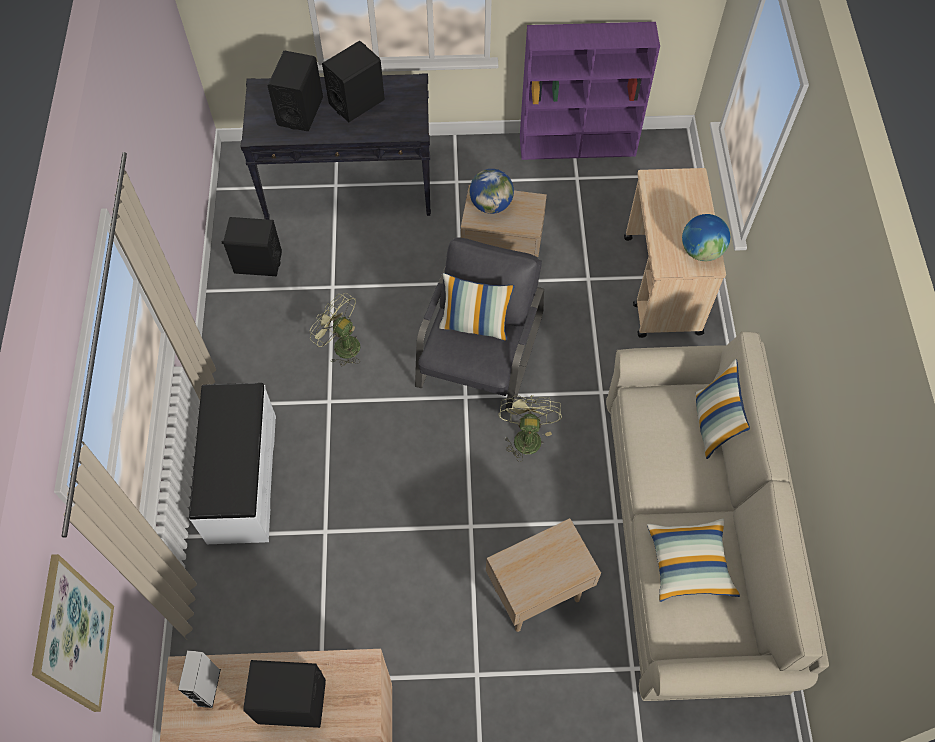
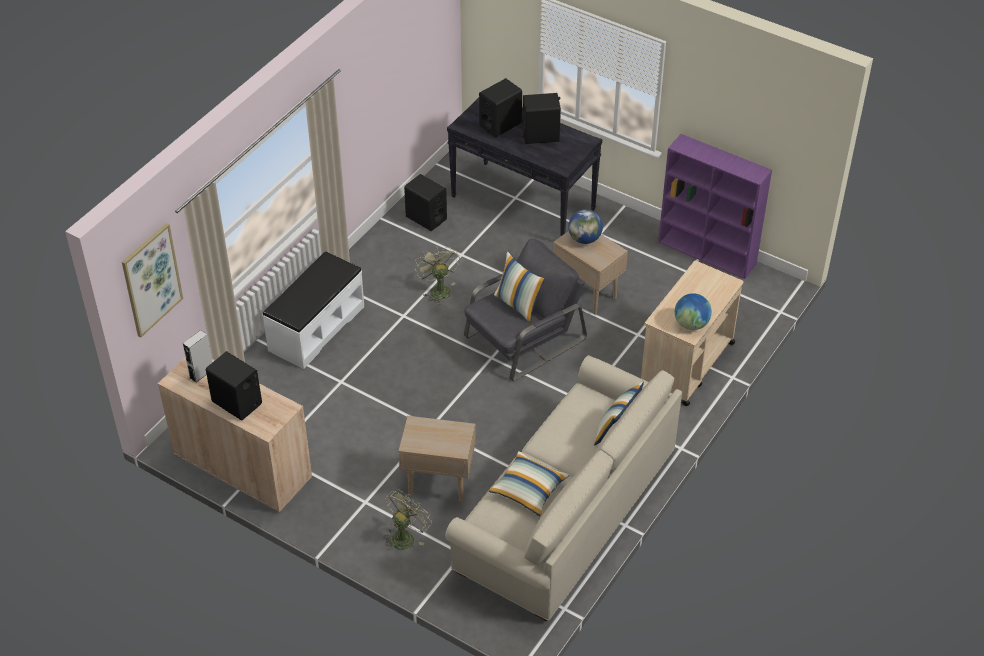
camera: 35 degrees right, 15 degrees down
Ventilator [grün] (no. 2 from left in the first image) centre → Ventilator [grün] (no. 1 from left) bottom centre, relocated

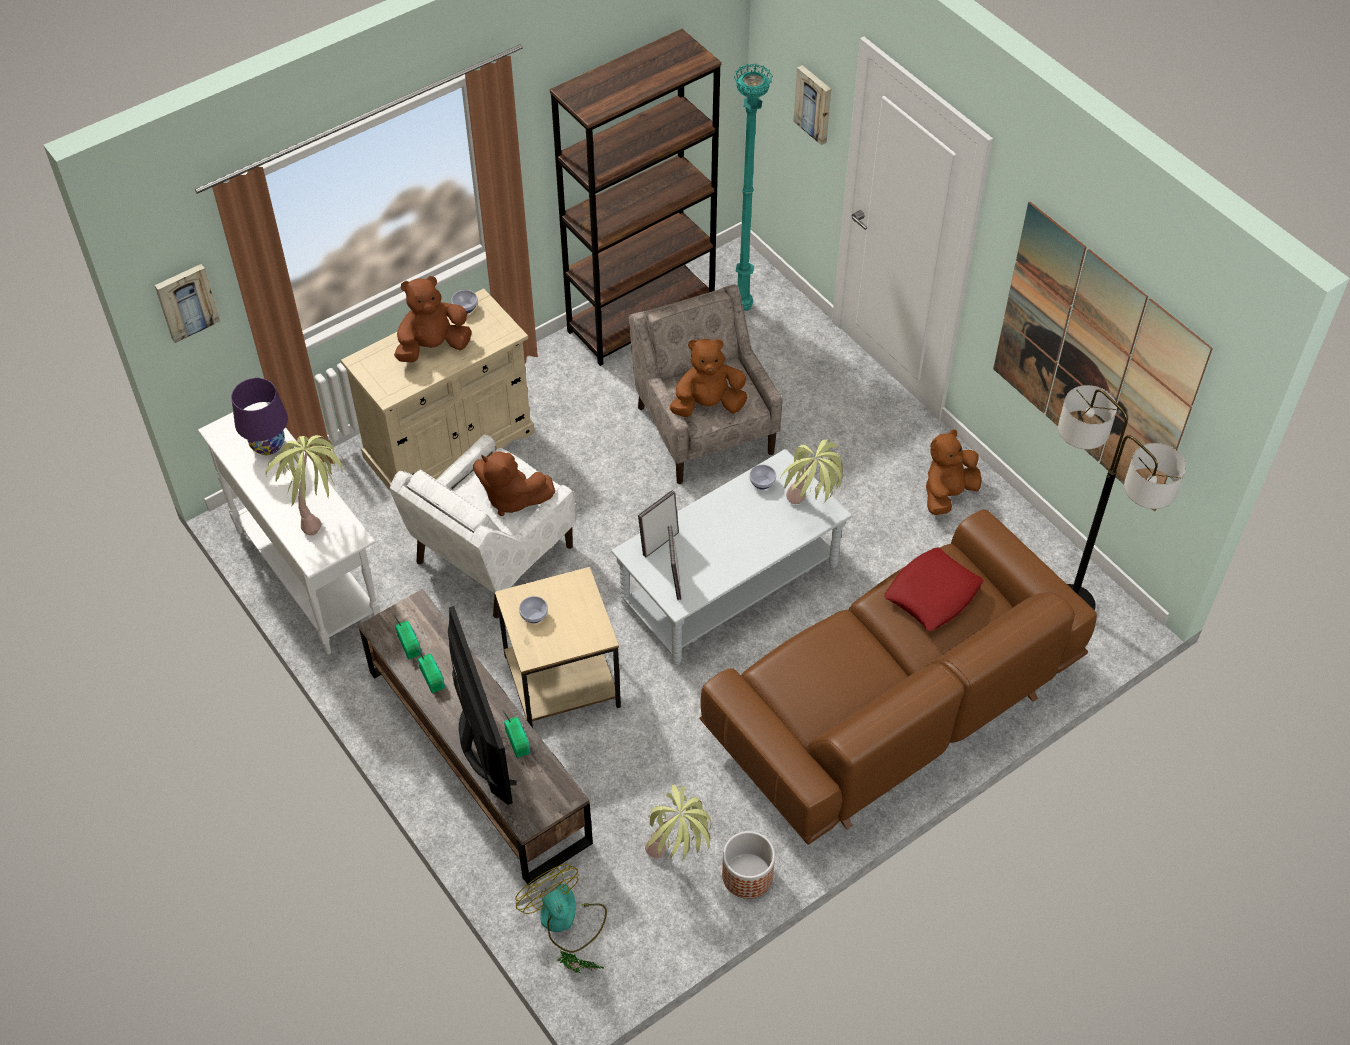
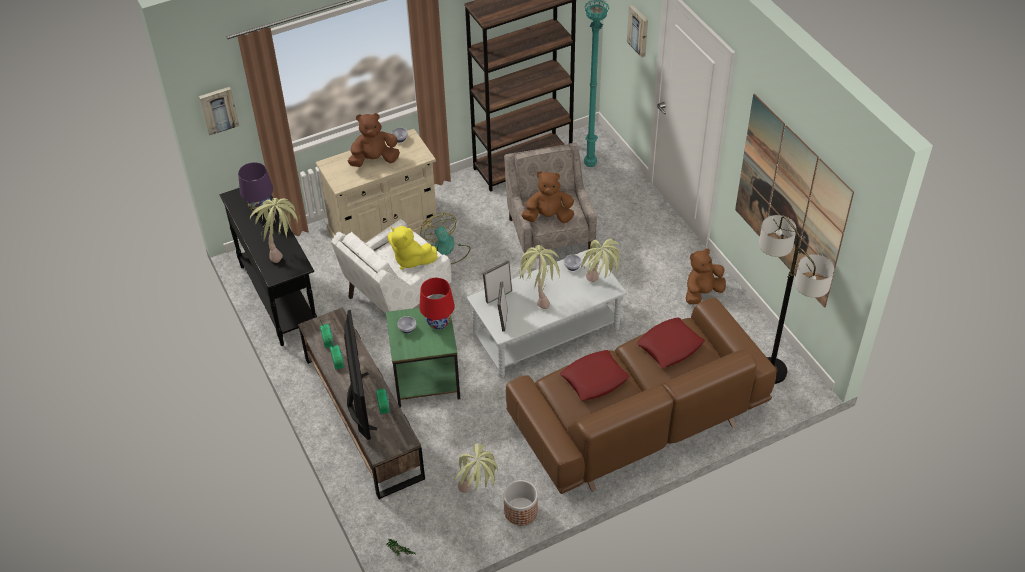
camera: 10 degrees right, 5 degrees down
- → Tischlampe [rot] centre
- → Topfpflanze (no. 4 from left) centre
- → Kissen [rot] (no. 1 from left) centre
Ventilator bottom centre → Ventilator centre, relocated
Konsolentisch [weiß] middle left → Konsolentisch [schwarz] middle left
Plüschtier [braun] (no. 2 from left) centre → Plüschtier [gelb] centre
Beistelltisch [beige] centre → Beistelltisch [grün] centre

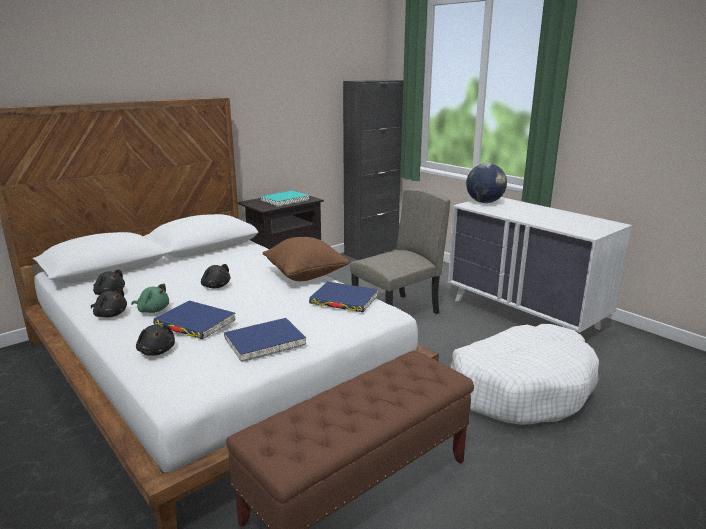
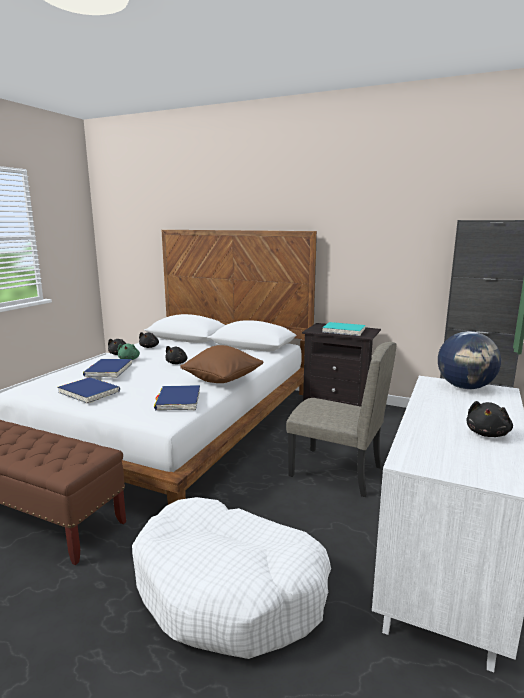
camera: 65 degrees right, 5 degrees down
Plüschtier [schwarz] (no. 3 from left in the first image) middle left → Plüschtier [schwarz] (no. 4 from left) middle right, relocated

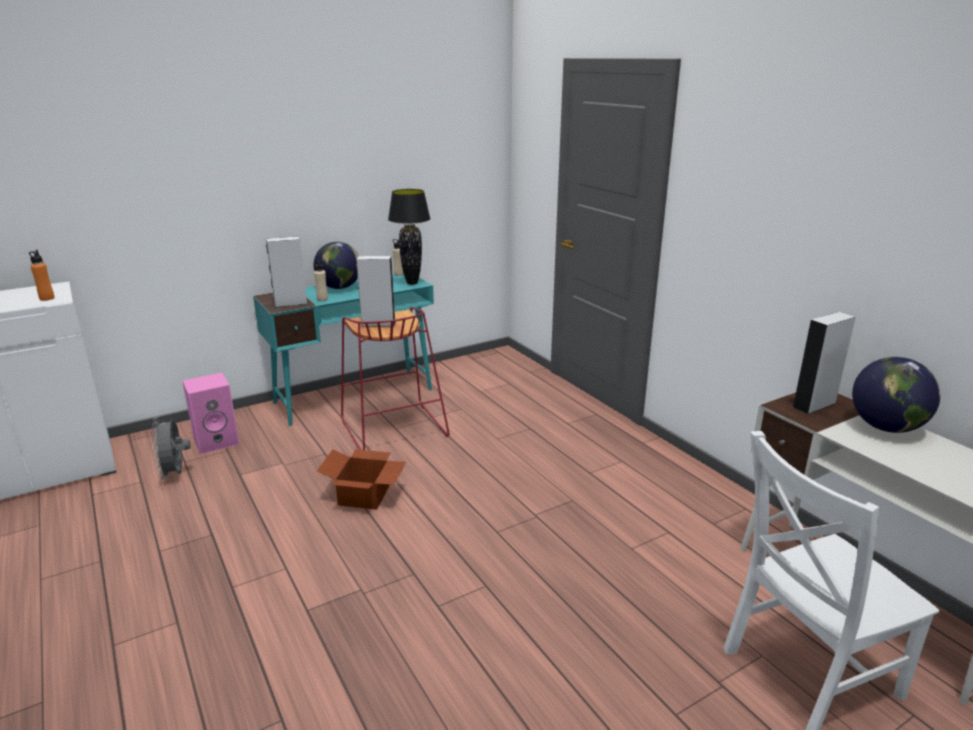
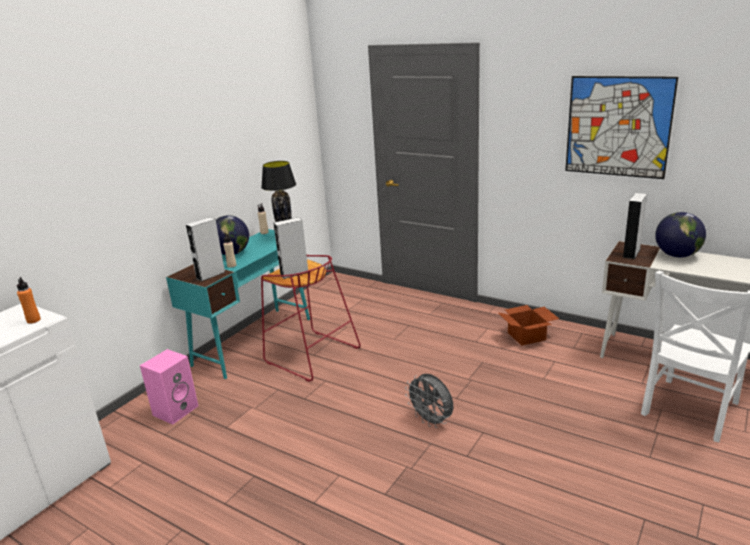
camera: 25 degrees left, 0 degrees up
- → Bild top right
Ventilator [grau] middle left → Ventilator [grau] bottom centre, relocated
Karton centre → Karton middle right, relocated

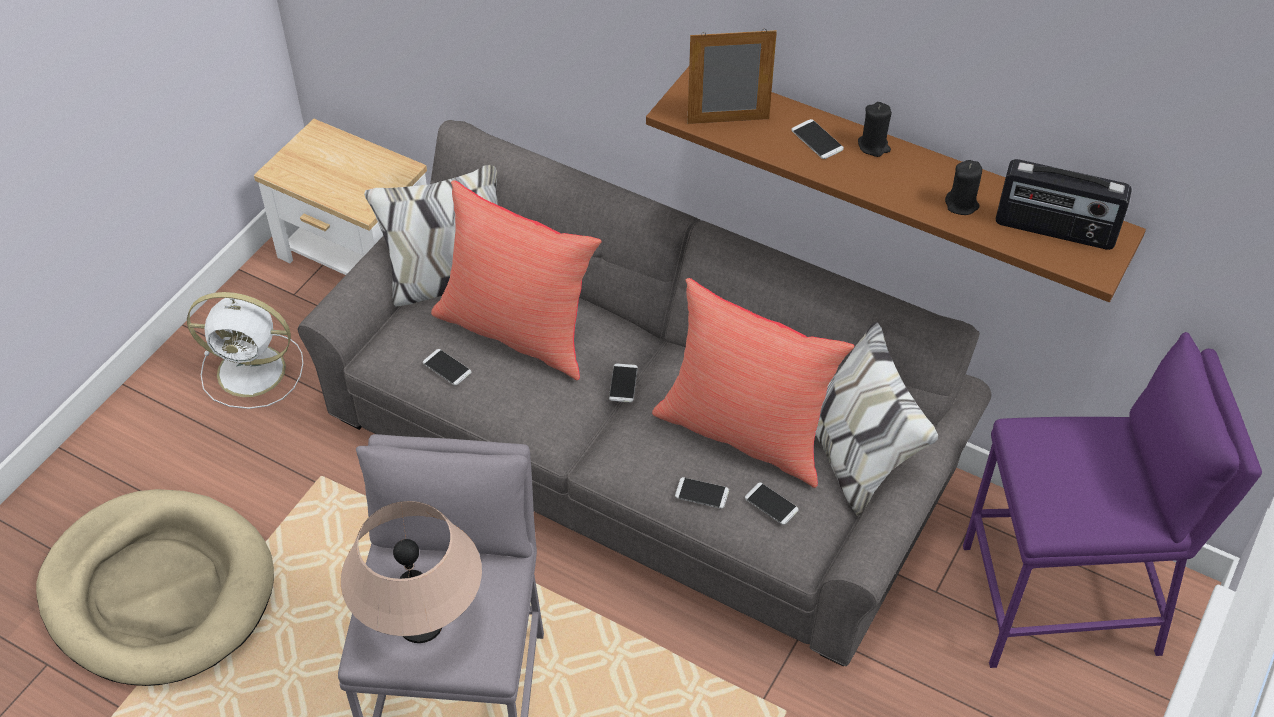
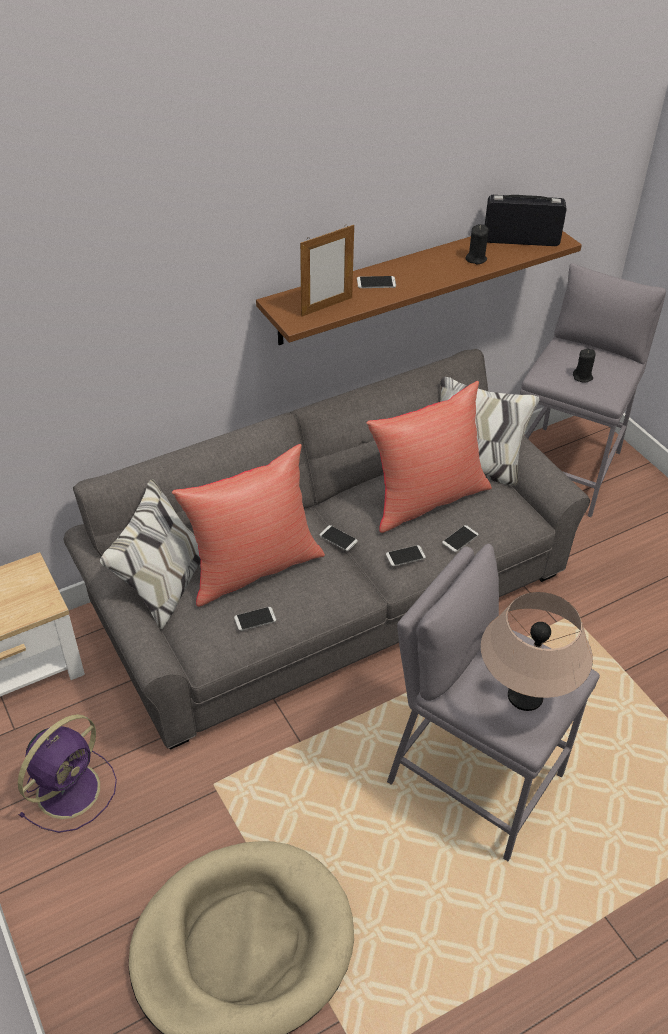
camera: 60 degrees left, 5 degrees down
Handy (no. 4 from left) bottom centre → Handy (no. 4 from left) centre, relocated
Kerze [schwarz] (no. 1 from left in the first image) top right → Kerze [schwarz] (no. 2 from left) middle right, relocated
Ventilator [weiß] middle left → Ventilator [lila] bottom left
Hocker [lila] bottom right → Hocker [grau] (no. 2 from left) middle right
Bilderrahmen top centre, 150 degrees counterclockwise
Radio top right, 135 degrees counterclockwise

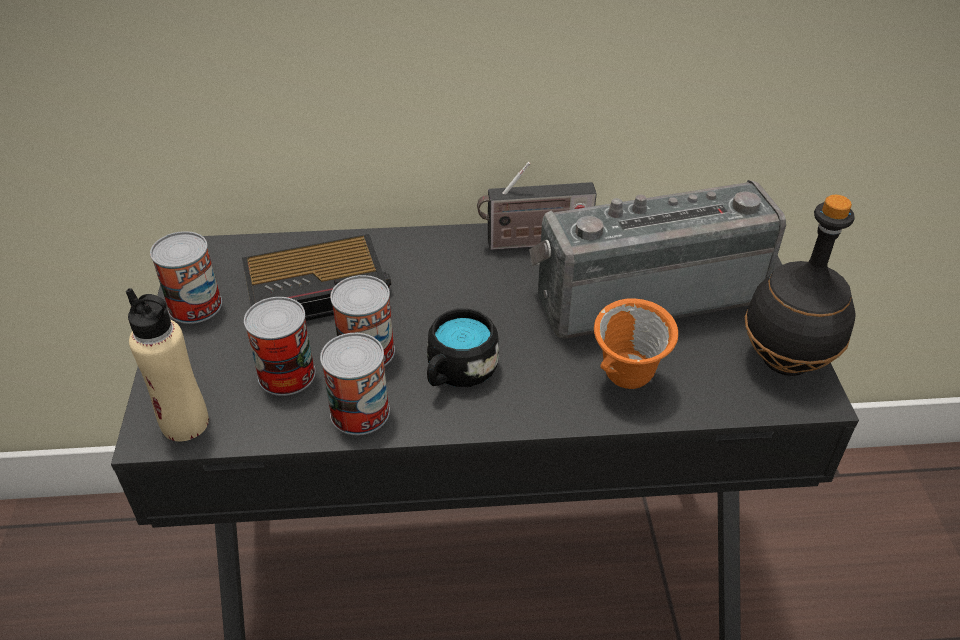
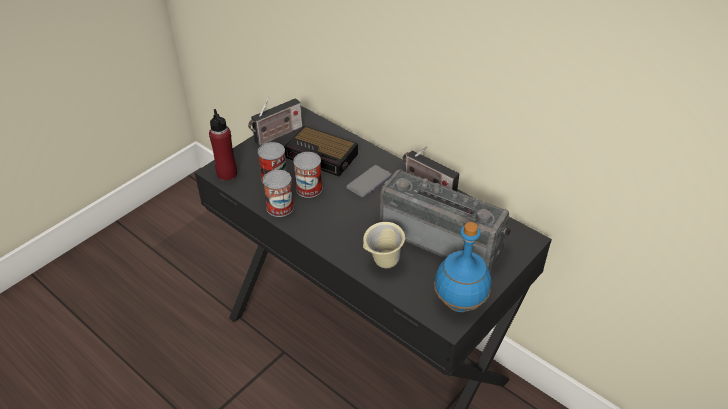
camera: 45 degrees right, 0 degrees up
Henkelbecher [schwarz] centre → -
- → Handy centre
Dose (no. 1 from left) middle left → Radio (no. 1 from left) top centre
Flasche [beige] middle left → Flasche [rot] middle left
Henkelbecher [orange] centre → Henkelbecher [beige] centre
Flasche [schwarz] middle right → Flasche [blau] centre

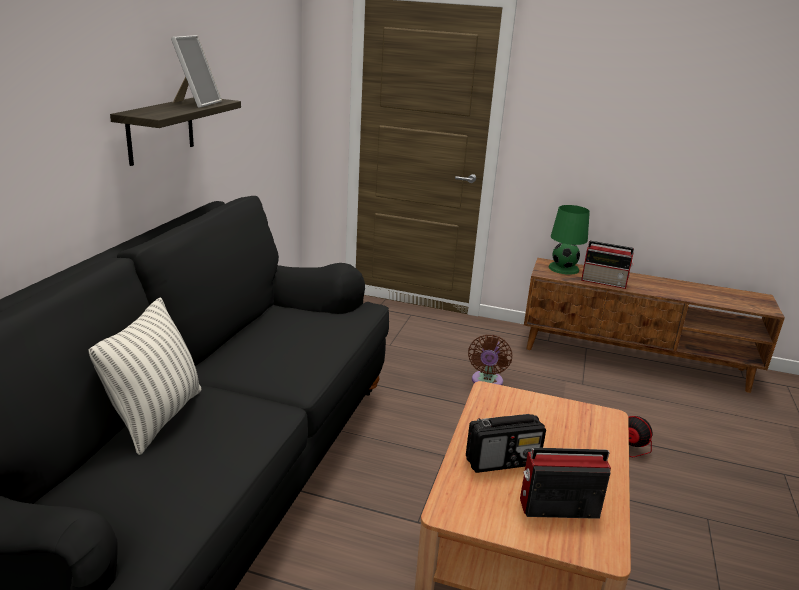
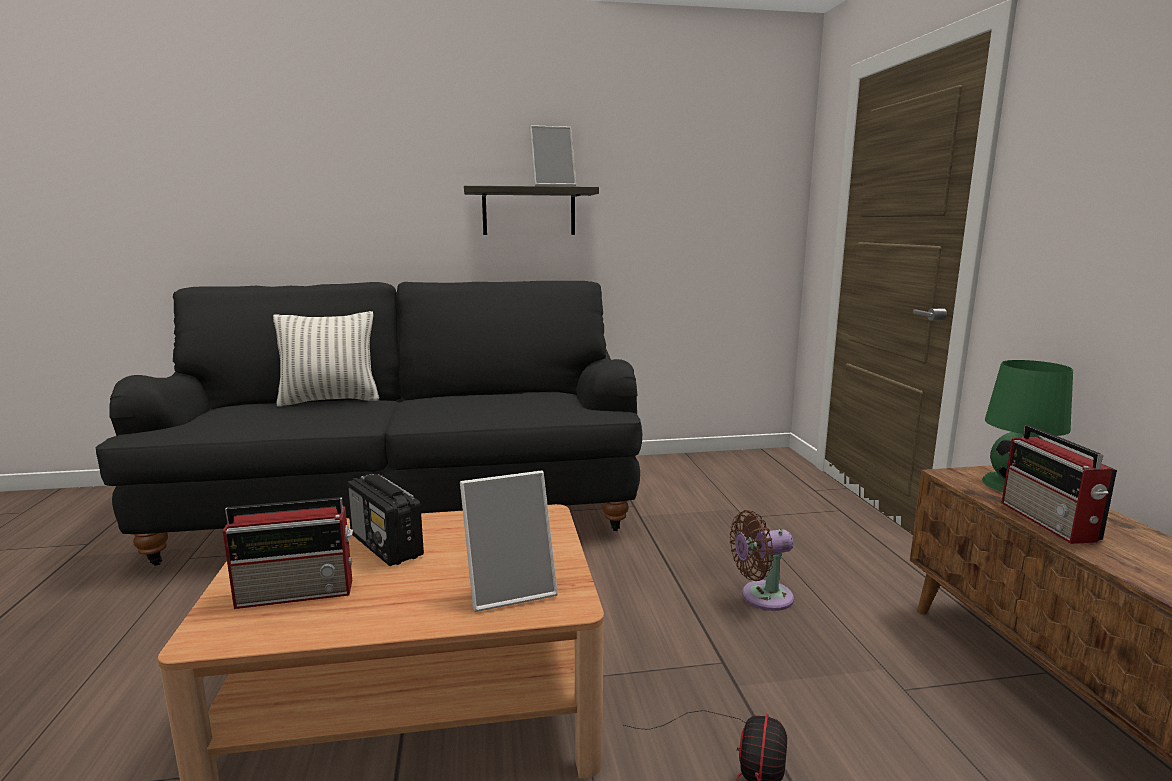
camera: 65 degrees right, 10 degrees down
- → Bilderrahmen (no. 1 from left) bottom centre
Radio (no. 2 from left in the first image) bottom right → Radio (no. 1 from left) bottom left, 105 degrees clockwise

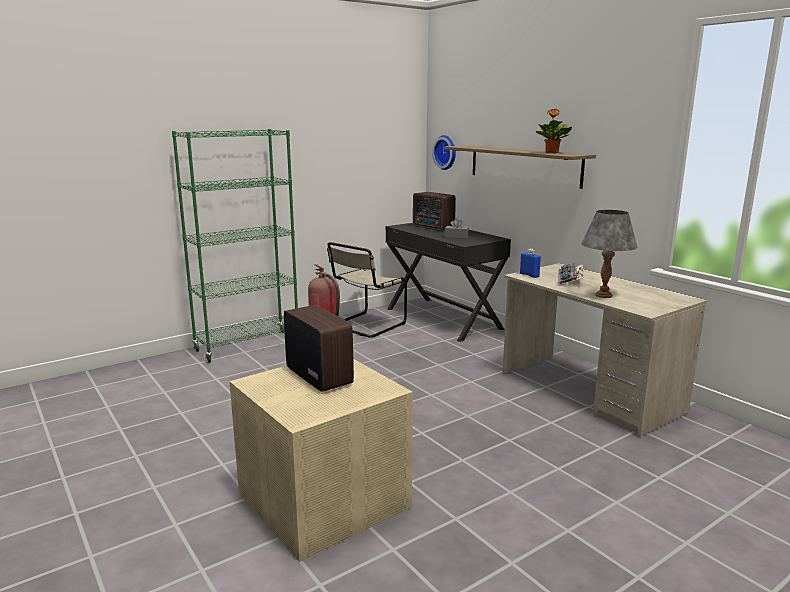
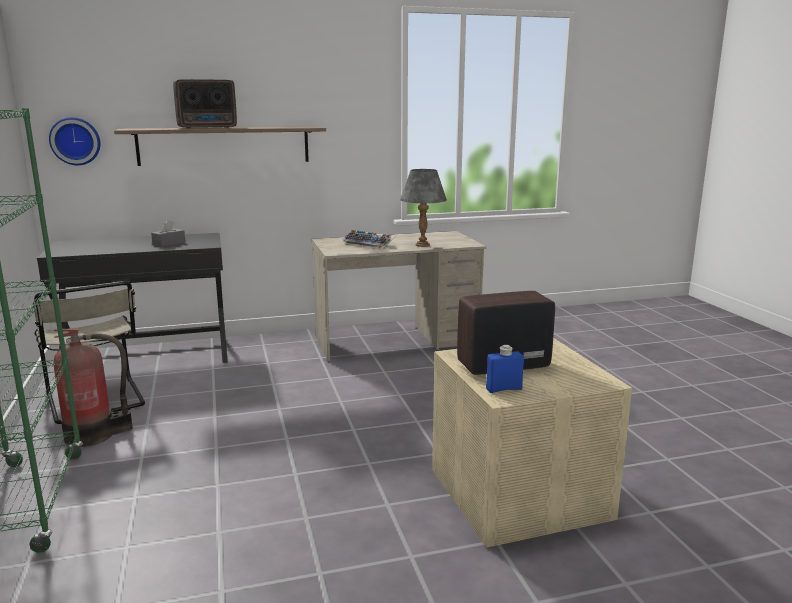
camera: 70 degrees left, 0 degrees up
Topfpflanze top right → -
Radio (no. 2 from left in the first image) centre → Radio (no. 1 from left) top left, relocated
Flasche [blau] middle right → Flasche [blau] centre, relocated

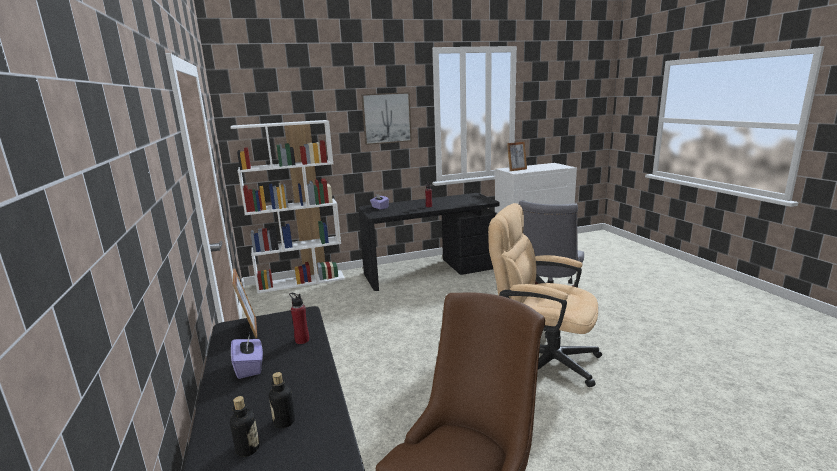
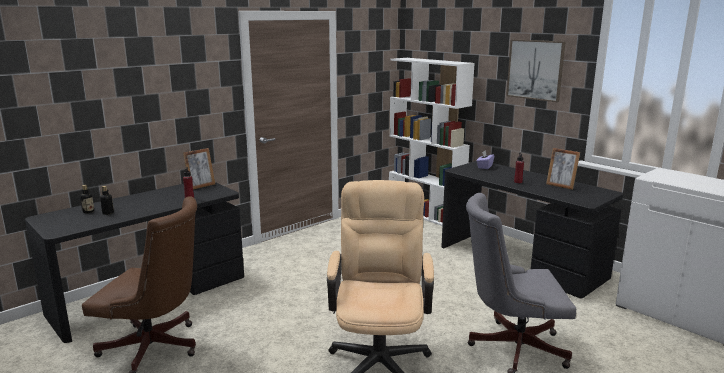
camera: 65 degrees right, 0 degrees up
Taschentuchbox [lila] (no. 1 from left) bottom left → -
Bilderrahmen (no. 2 from left) top centre → Bilderrahmen (no. 2 from left) middle right, relocated

